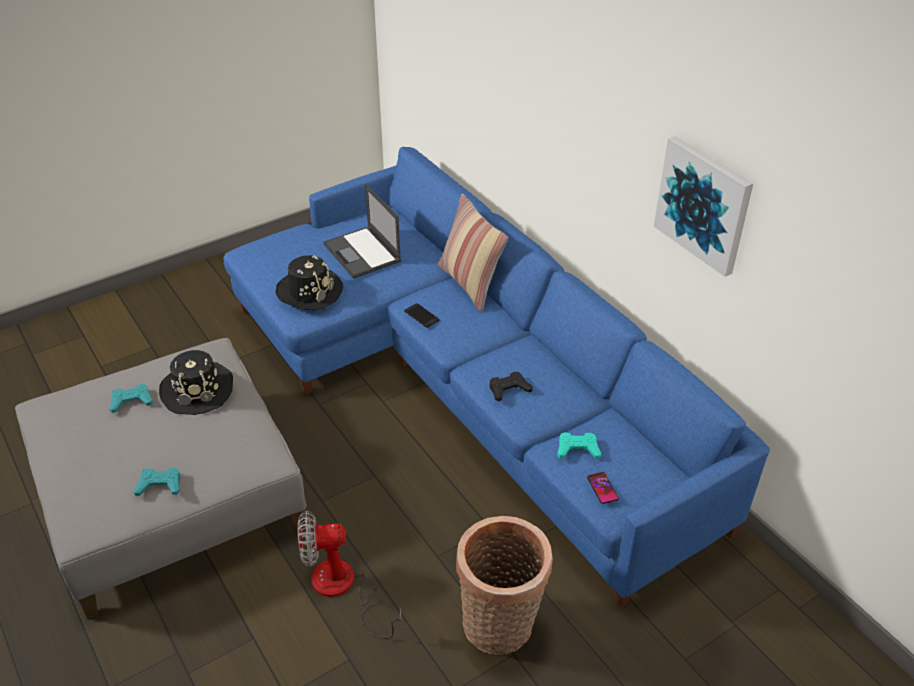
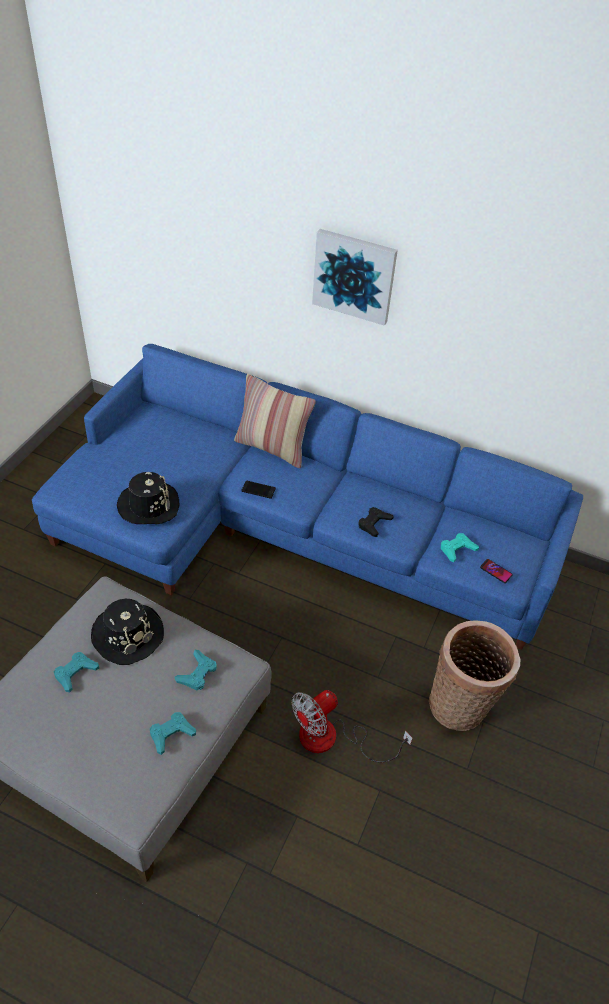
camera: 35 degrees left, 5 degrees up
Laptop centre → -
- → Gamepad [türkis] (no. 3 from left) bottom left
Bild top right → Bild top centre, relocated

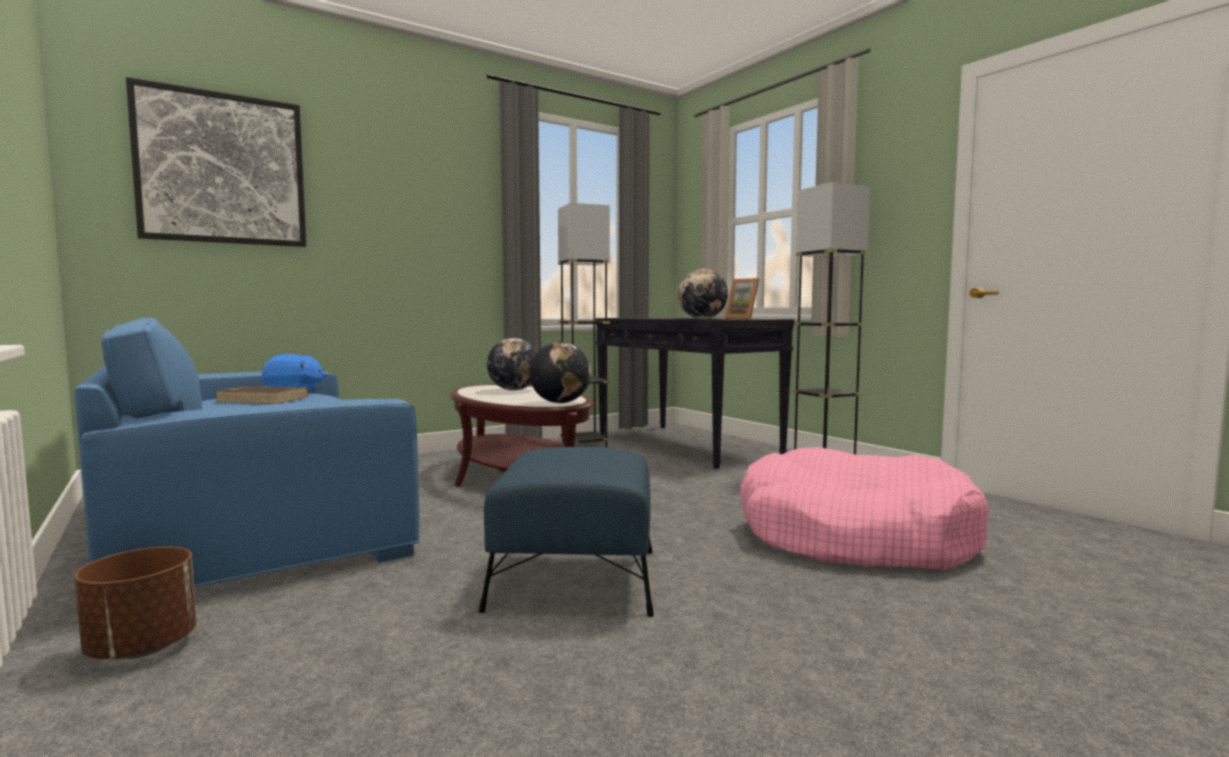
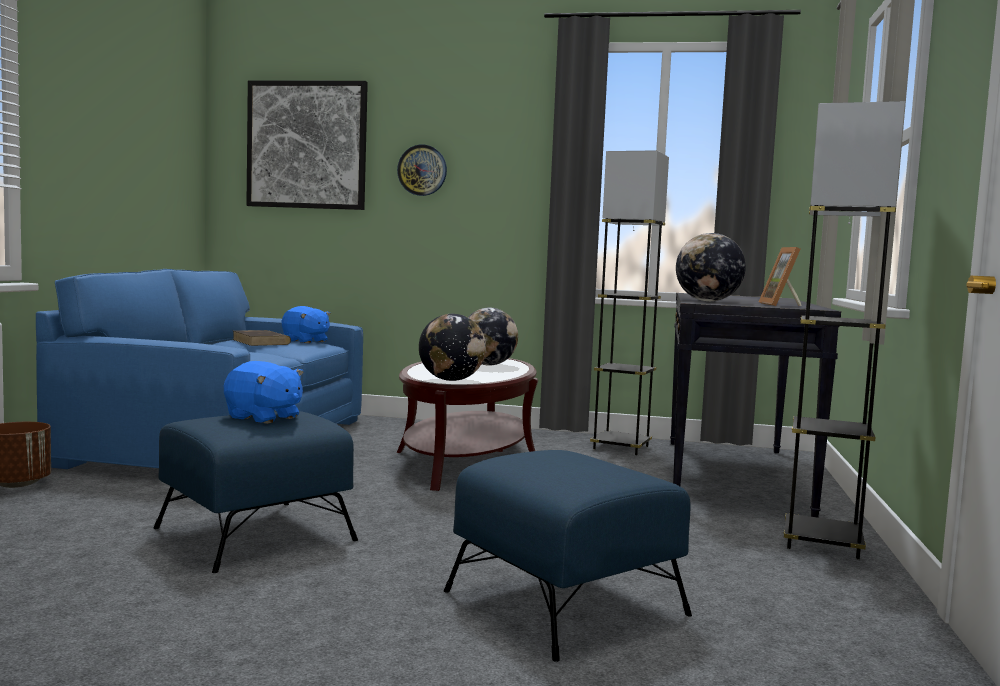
camera: 45 degrees right, 0 degrees up
- → Plüschtier [blau] (no. 1 from left) middle left
- → Wanduhr top centre
Hundebett [rosa] bottom right → Polsterhocker [blau] (no. 2 from left) bottom centre

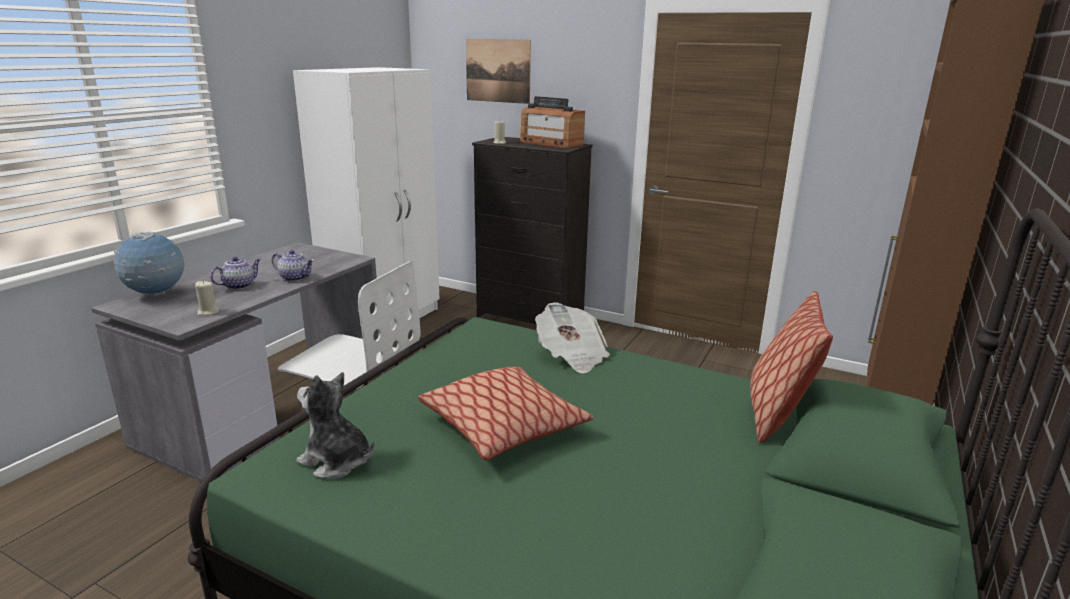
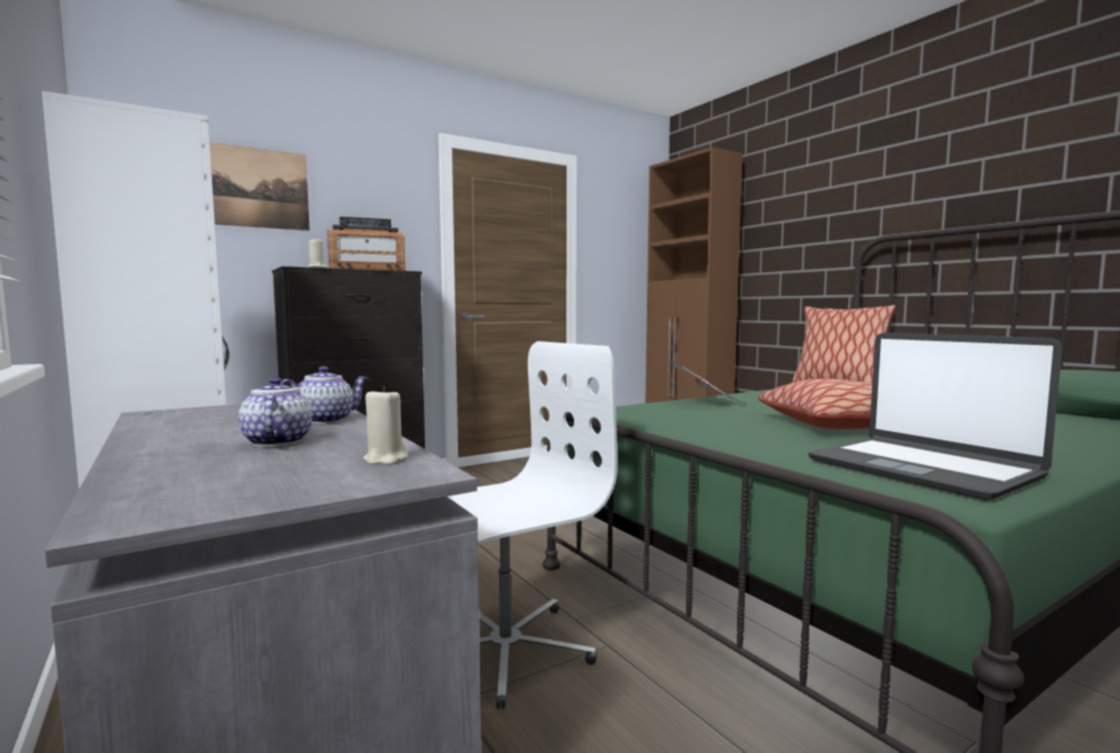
camera: 60 degrees left, 15 degrees down
Globus middle left → -
Plüschtier bottom left → Laptop middle right

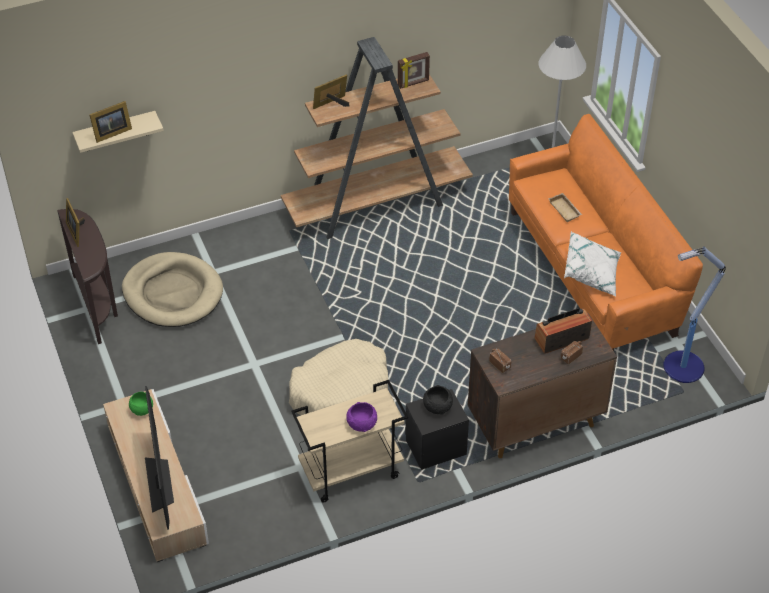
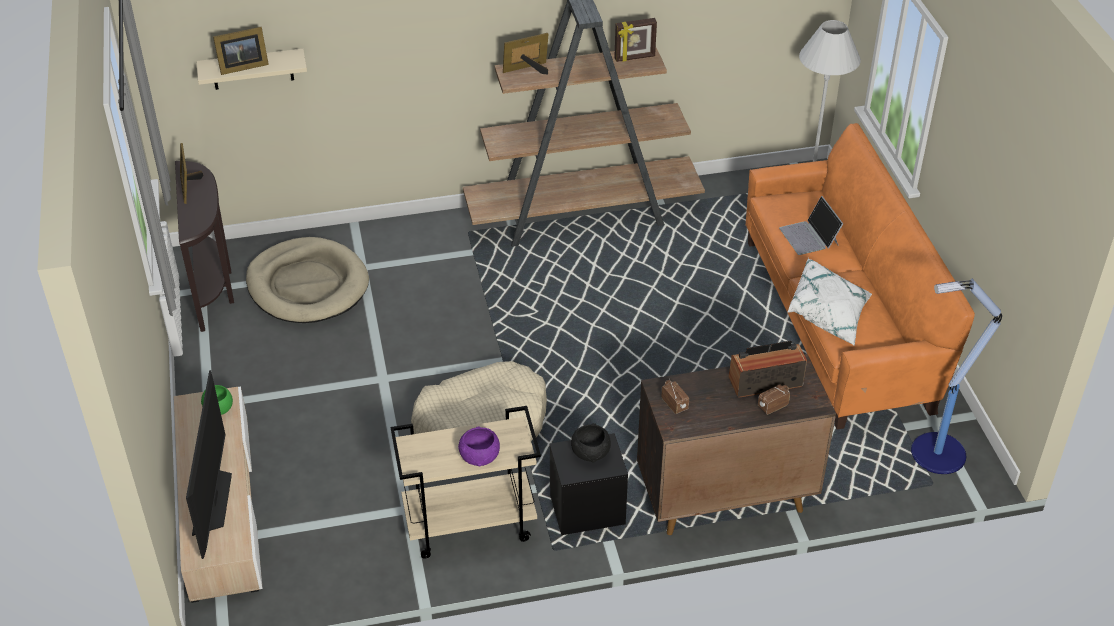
camera: 10 degrees right, 5 degrees down
Tablett [beige] middle right → Laptop middle right

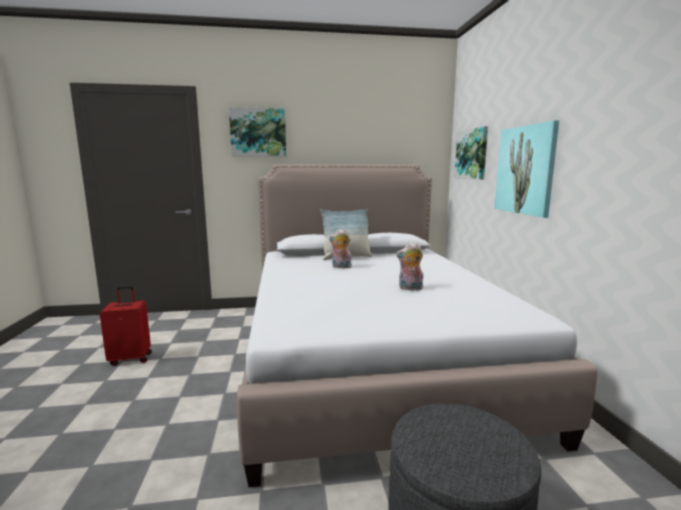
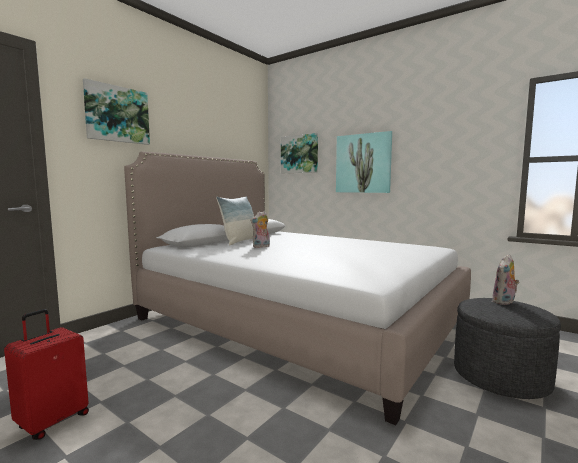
camera: 45 degrees left, 5 degrees down
Plüschtier (no. 2 from left) centre → Plüschtier (no. 2 from left) middle right, relocated

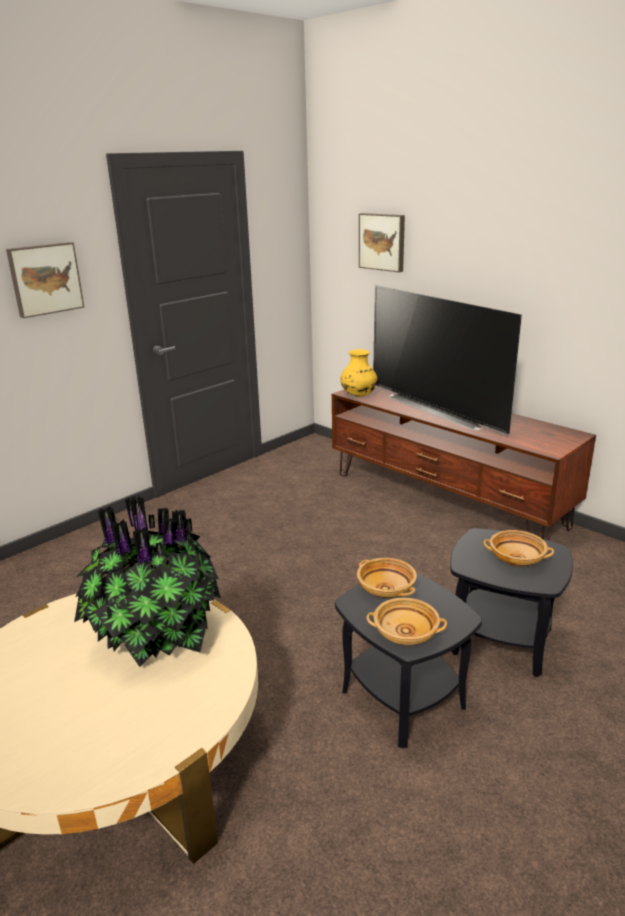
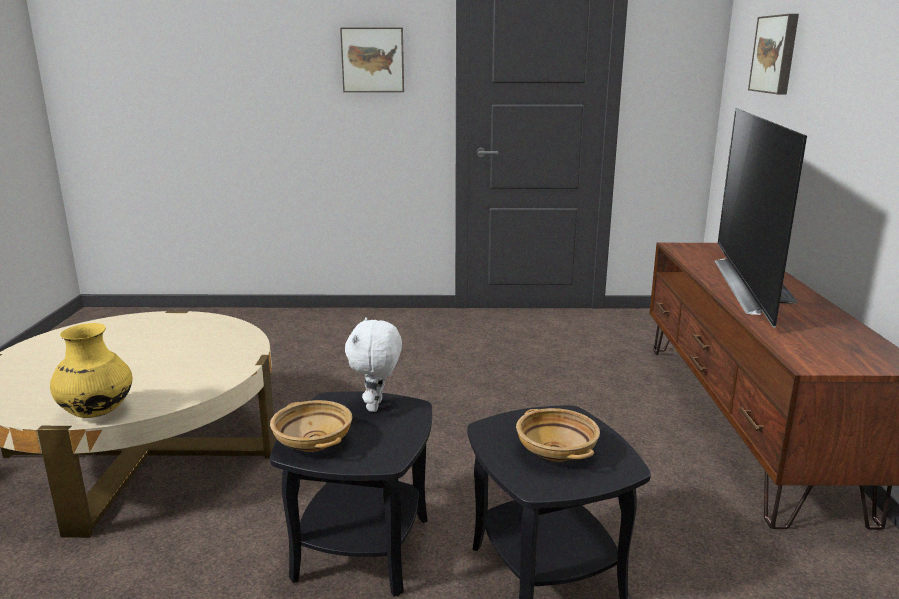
camera: 45 degrees right, 5 degrees down
Topfpflanze middle left → -
Vase [gelb] centre → Vase [gelb] middle left, relocated
Schüssel [beige] (no. 1 from left) centre → Plüschtier [weiß] centre

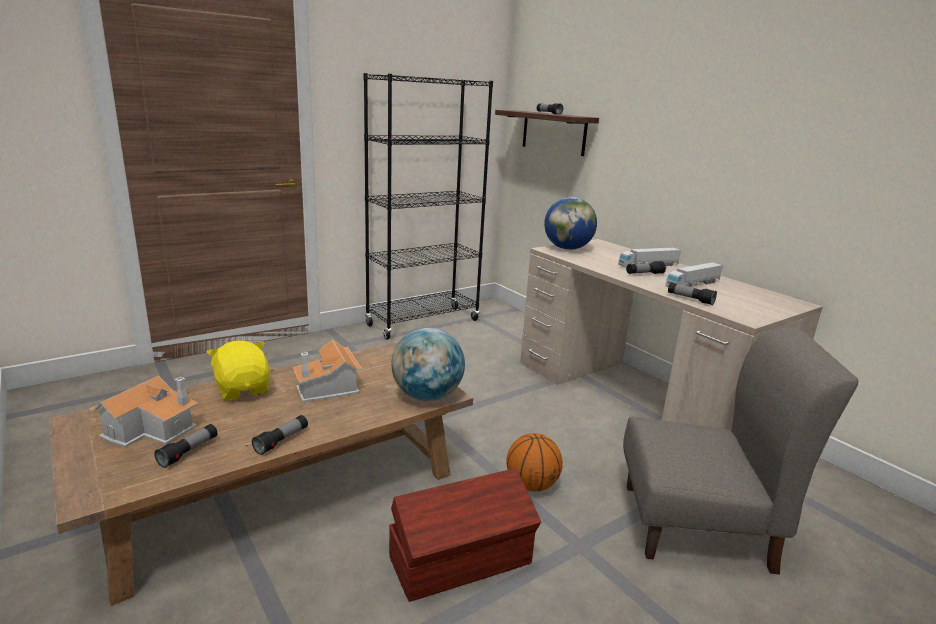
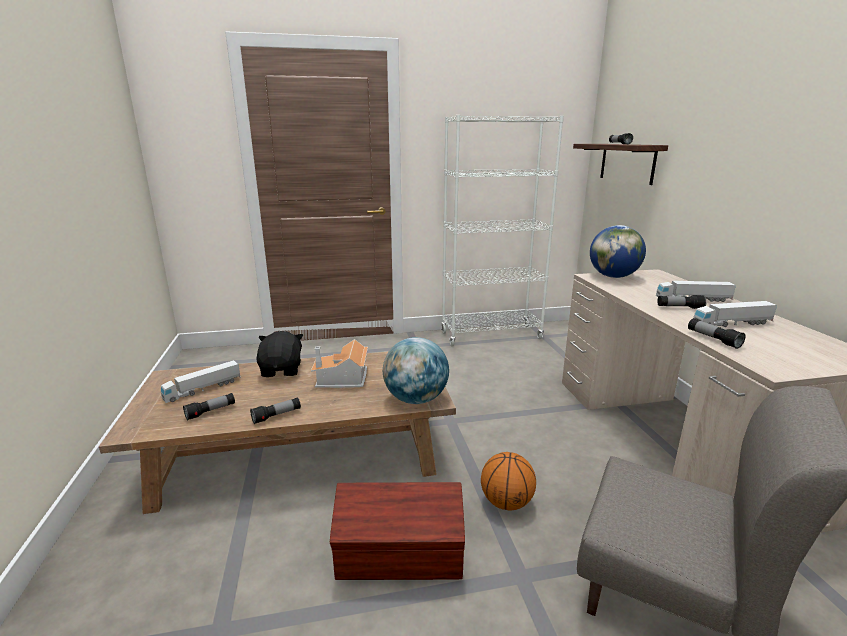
camera: 25 degrees right, 0 degrees up
Spielzeughaus (no. 1 from left) middle left → Spielzeuglaster (no. 1 from left) middle left
Plüschtier [gelb] middle left → Plüschtier [schwarz] middle left
Bücherregal [schwarz] top centre → Bücherregal [weiß] centre

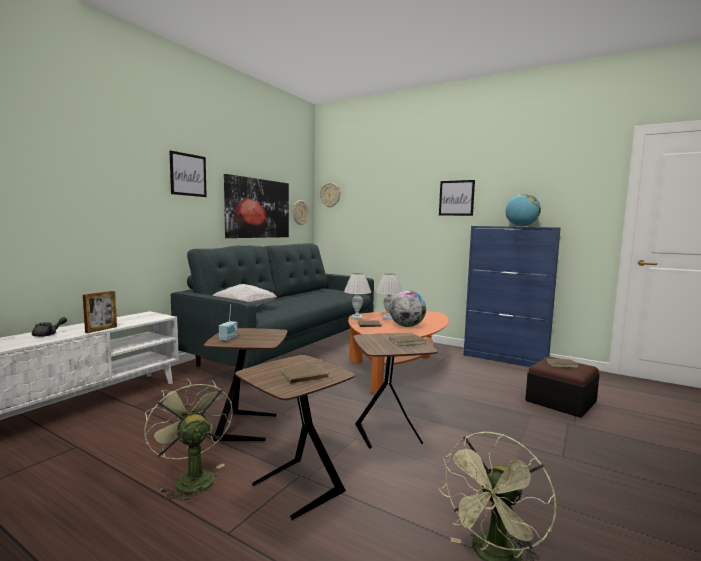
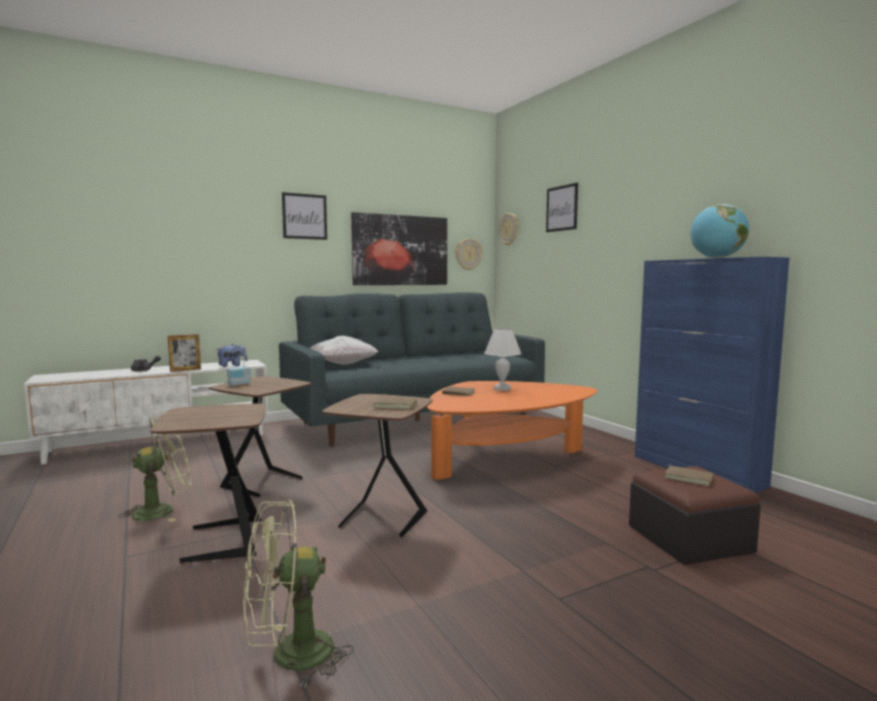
camera: 30 degrees right, 0 degrees up
Buch [braun] (no. 1 from left) bottom centre → -
Tischlampe [weiß] (no. 1 from left) centre → -
Globus (no. 1 from left) centre → -
- → Plüschtier middle left
Bild (no. 3 from left) centre → Bild (no. 3 from left) top centre, relocated
Ventilator [grün] (no. 1 from left) bottom left, 60 degrees clockwise

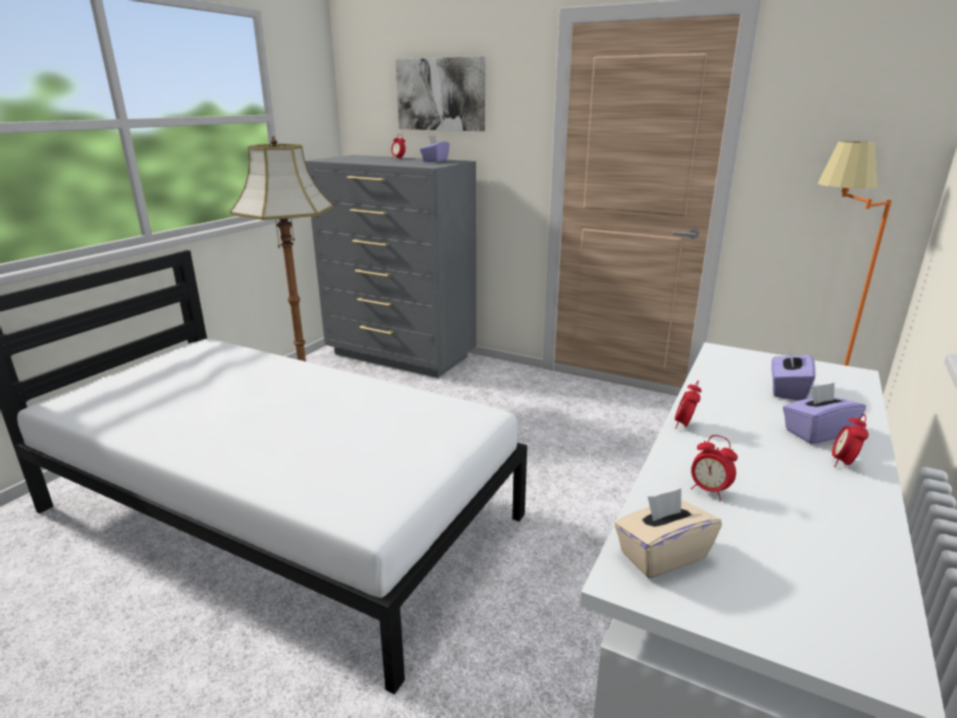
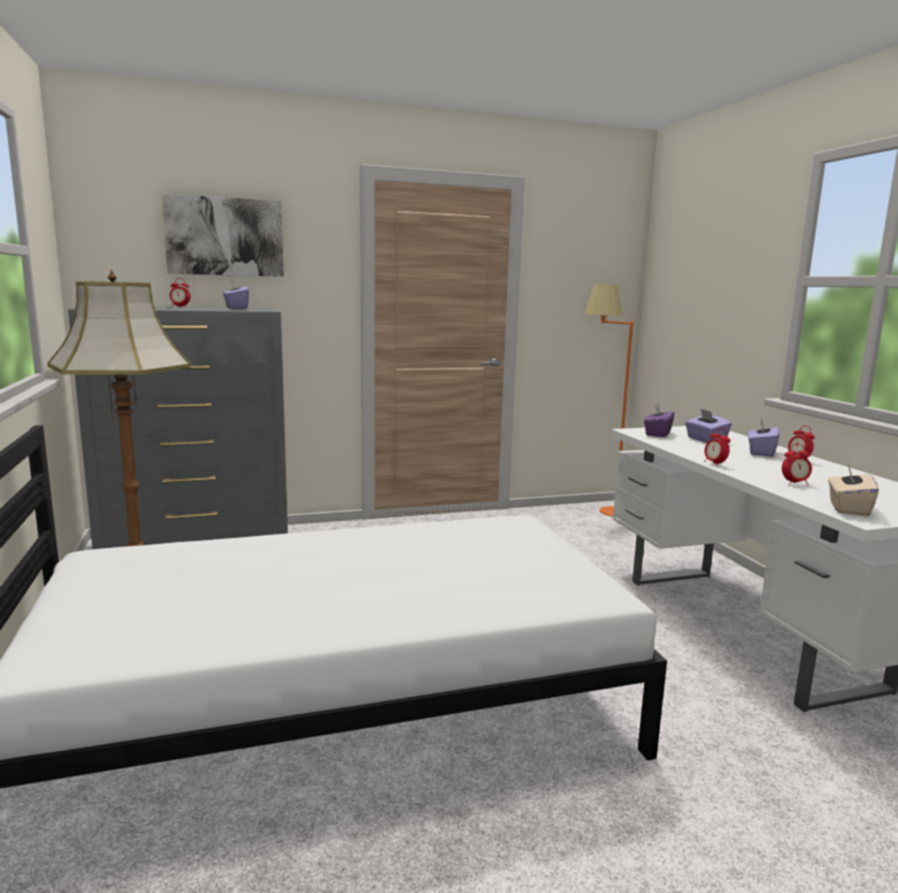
camera: 45 degrees left, 10 degrees down
- → Taschentuchbox [lila] (no. 2 from left) middle right

